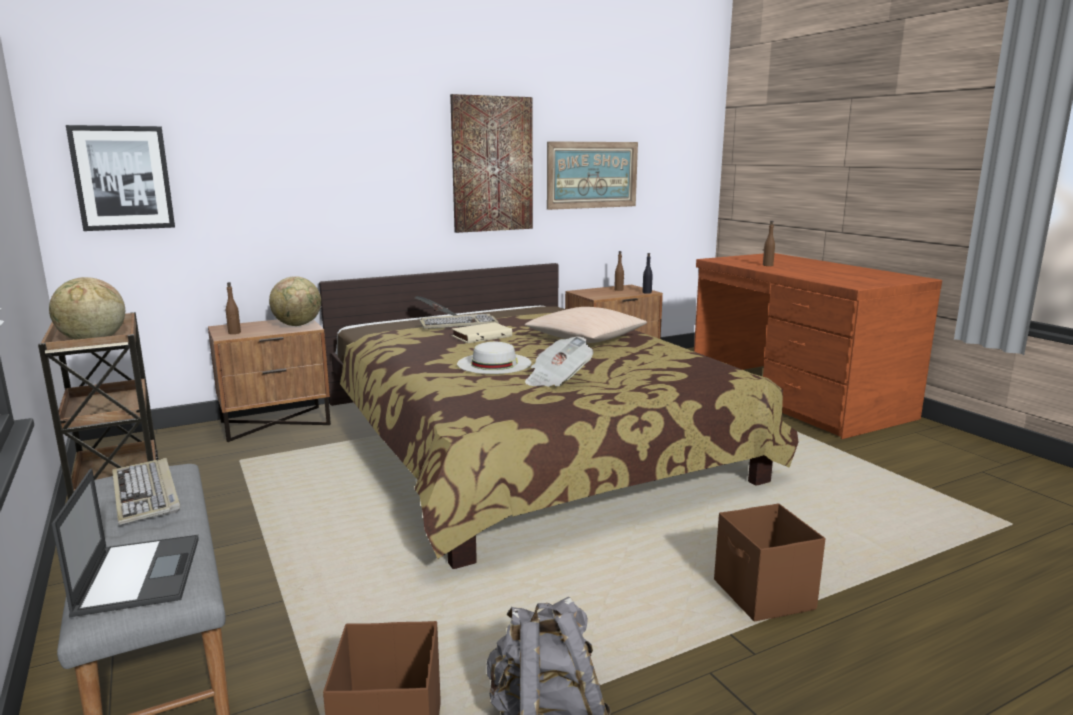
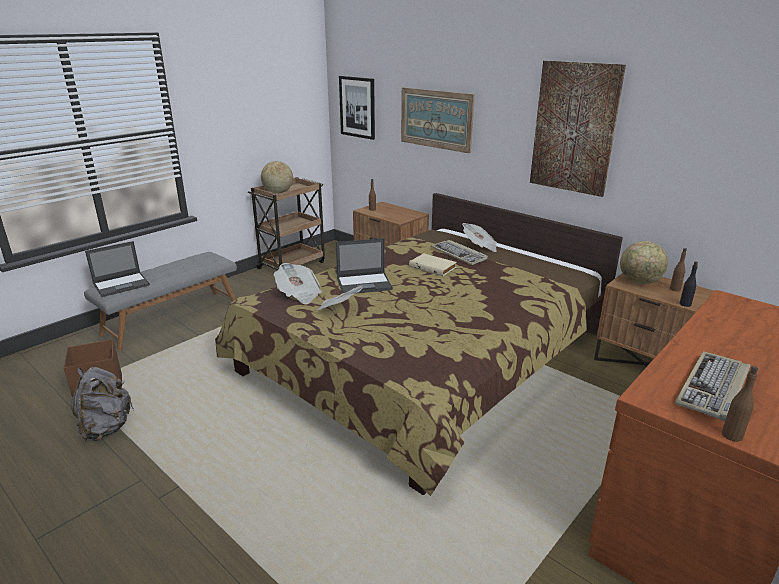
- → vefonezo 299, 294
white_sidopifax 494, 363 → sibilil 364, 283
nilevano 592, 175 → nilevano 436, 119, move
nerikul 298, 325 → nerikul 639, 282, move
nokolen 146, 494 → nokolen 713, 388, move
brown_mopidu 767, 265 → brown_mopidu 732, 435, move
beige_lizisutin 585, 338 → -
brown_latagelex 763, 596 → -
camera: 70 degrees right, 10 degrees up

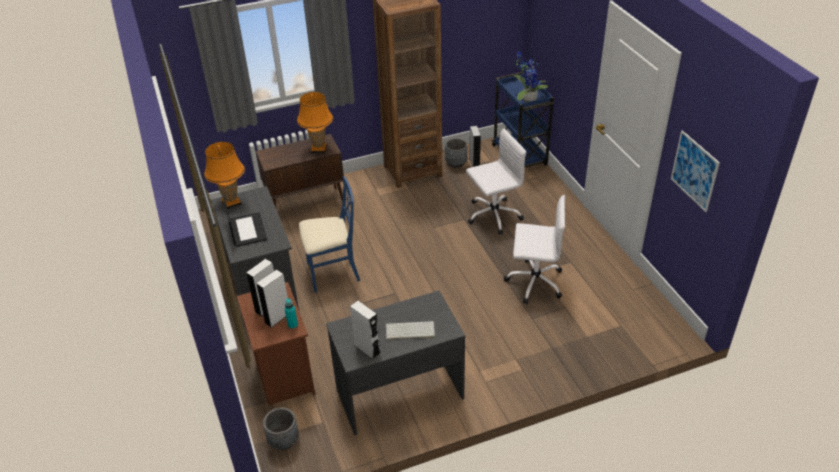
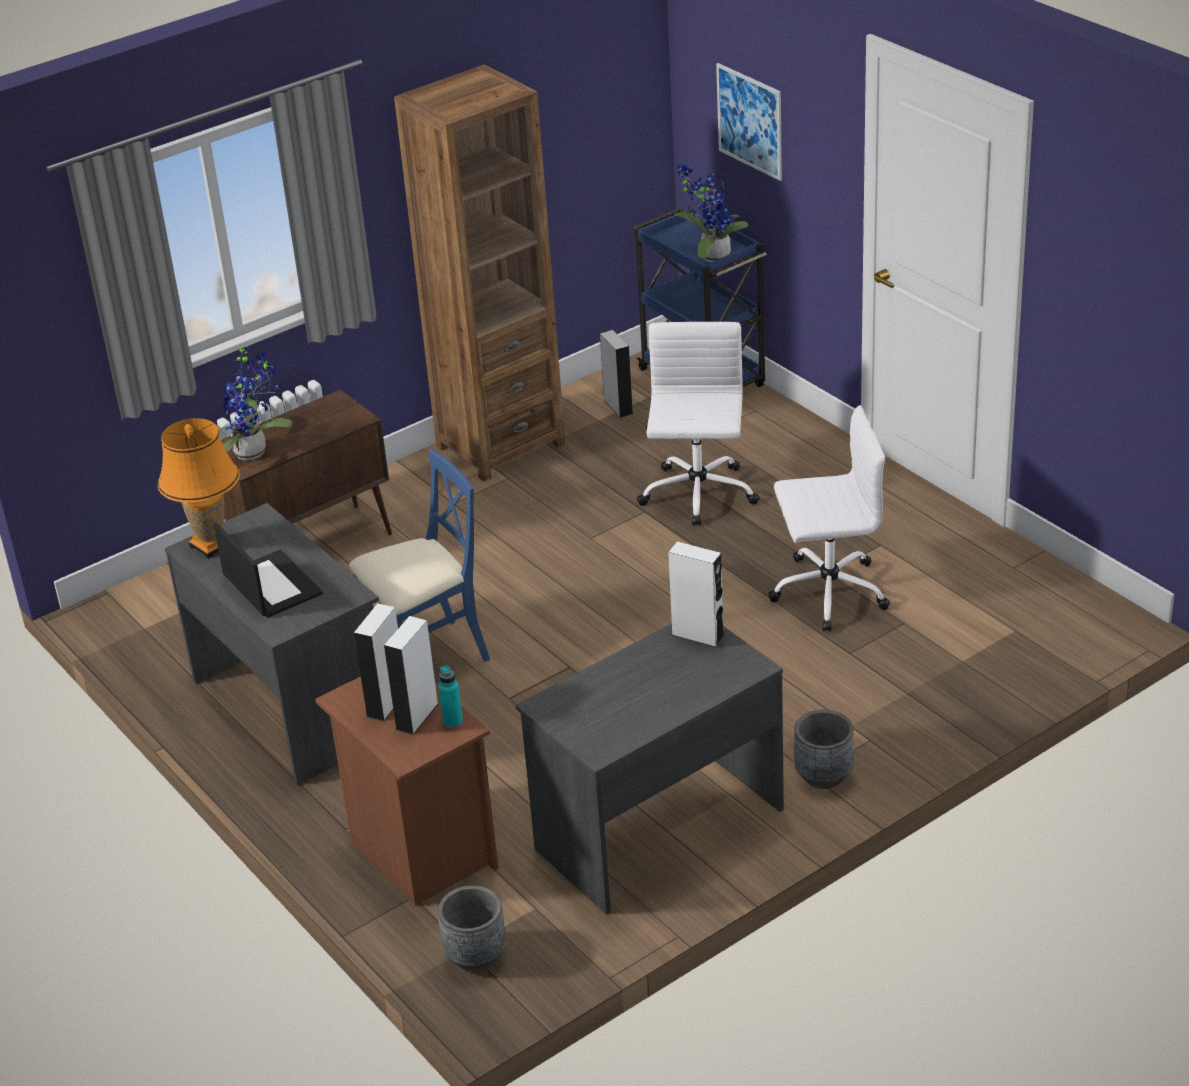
- → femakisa 255, 452
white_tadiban 492, 216 → white_tadiban 698, 495, 45 degrees counterclockwise
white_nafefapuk 367, 349 → white_nafefapuk 698, 635, move
nilevano 694, 171 → nilevano 749, 121, move
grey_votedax 456, 163 → grey_votedax 823, 775, move
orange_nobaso 318, 149 → -
nokolen 409, 331 → -
camera: 15 degrees left, 5 degrees down

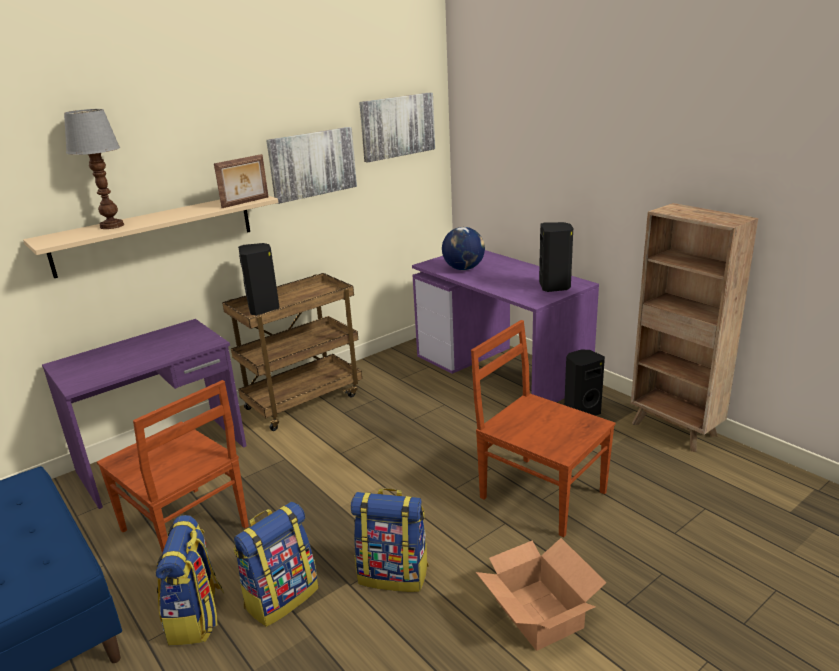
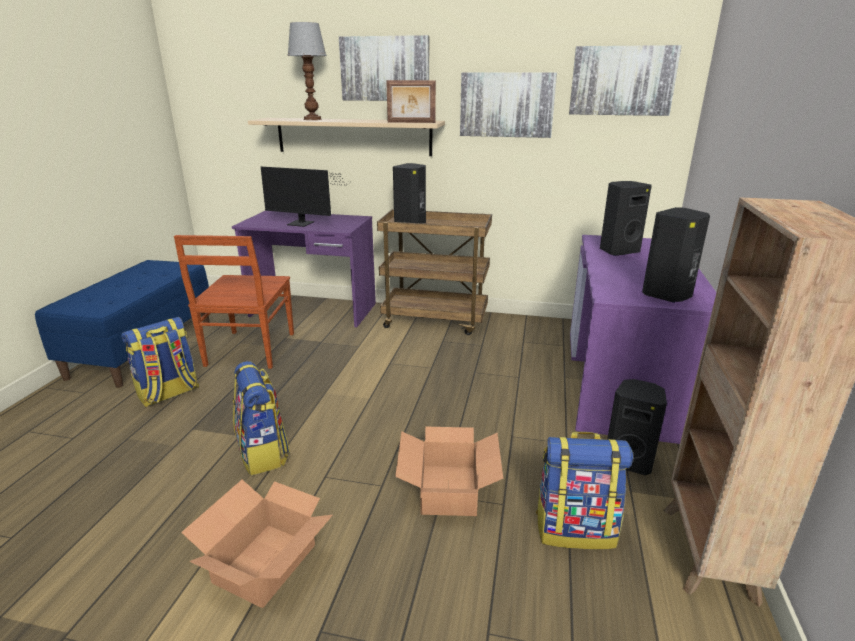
- → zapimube 303, 224
- → nilevano 385, 69
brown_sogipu 540, 493 → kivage 449, 489
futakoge 281, 597 → futakoge 575, 529, move
nerikul 463, 268 → black_nafefapuk 618, 251
camera: 50 degrees right, 0 degrees up

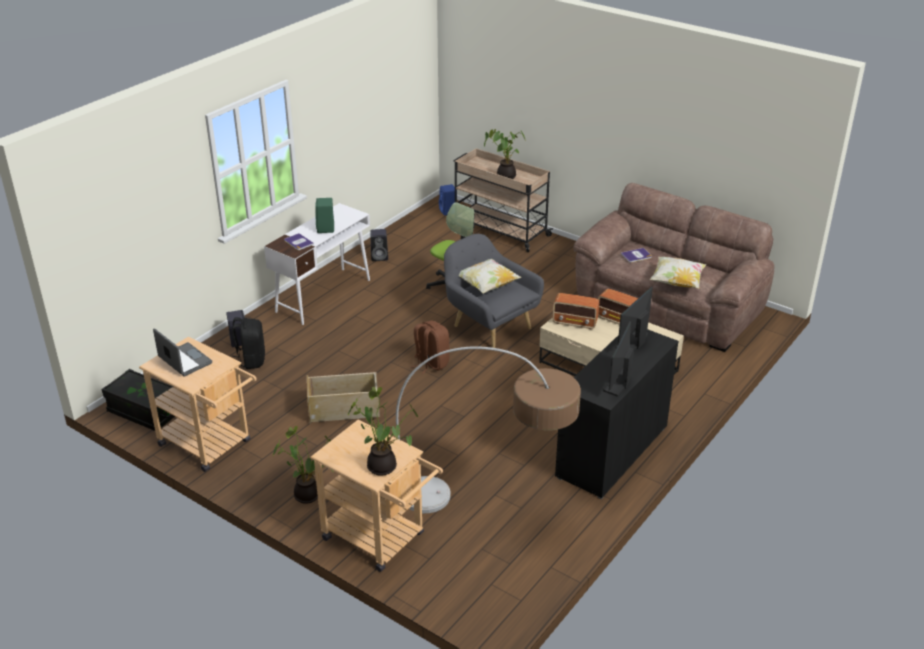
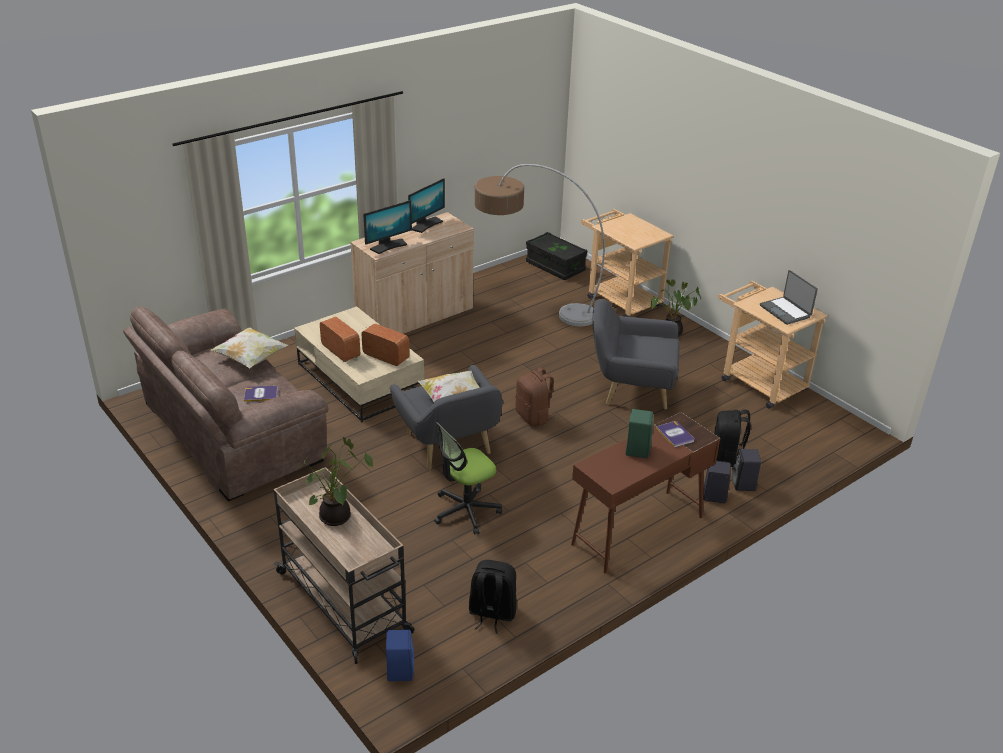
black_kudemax 612, 451 → beige_kudemax 415, 317
- → black_futakoge 491, 613
black_latagelex 145, 411 → black_latagelex 555, 266, move
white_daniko 324, 295 → brown_daniko 637, 531
beige_latagelex 344, 409 → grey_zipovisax 631, 389
black_nafefapuk 380, 257 → black_nafefapuk 713, 496, move
femakisa 384, 465 → -
camera: 165 degrees left, 0 degrees up

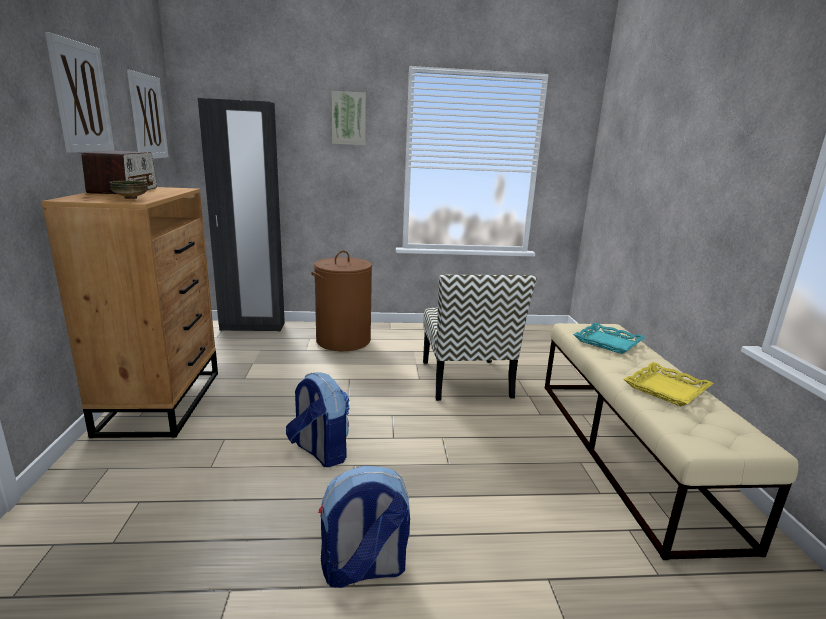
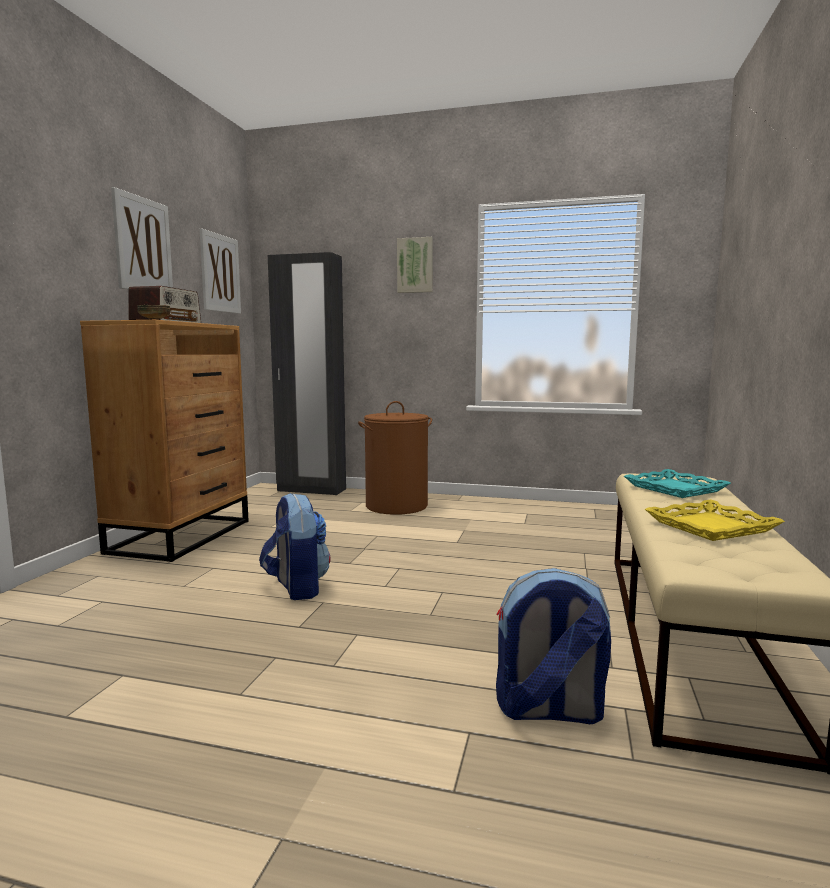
futakoge 363, 570 → futakoge 548, 710, move
sogipu 466, 380 → -
camera: 20 degrees right, 10 degrees down

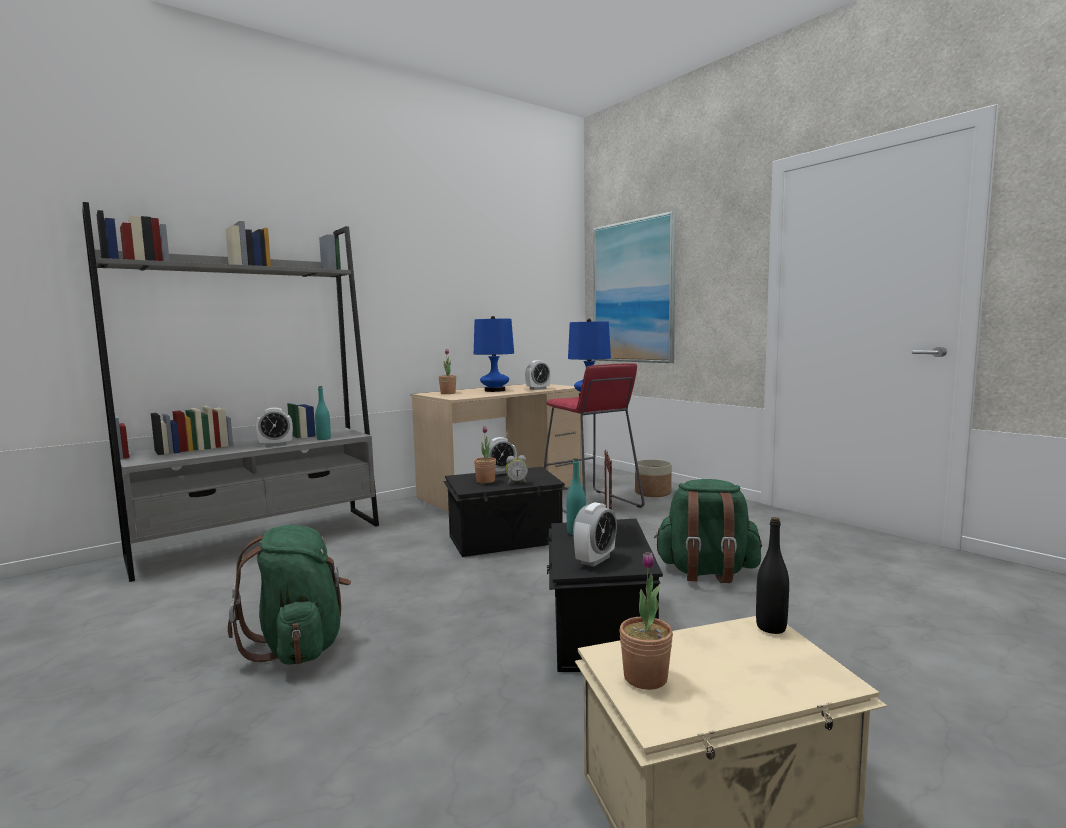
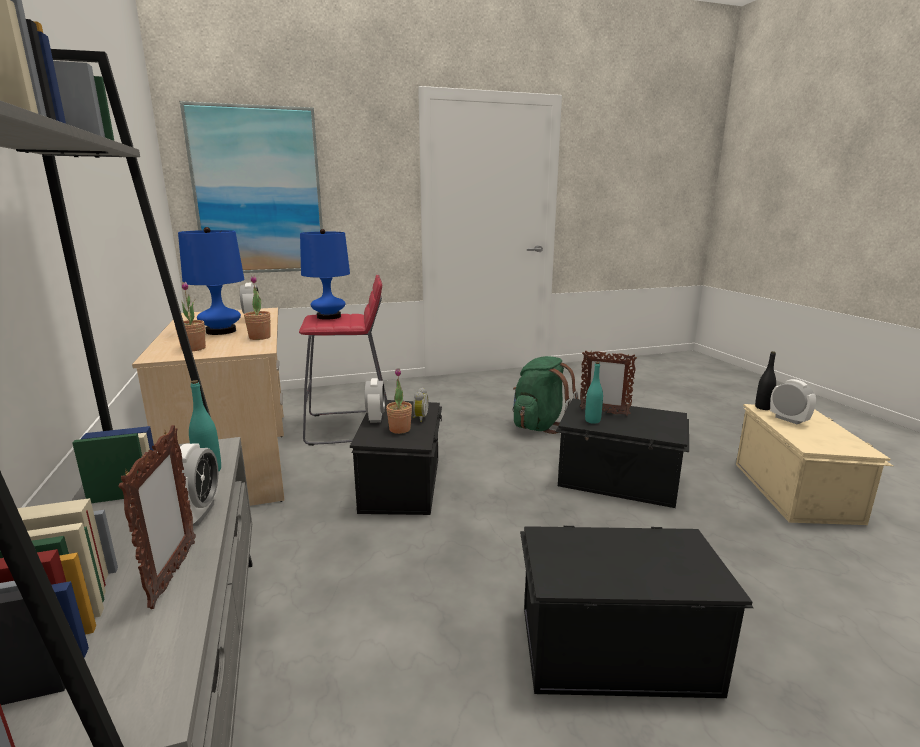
- → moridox 173, 574
femakisa 645, 677 → femakisa 259, 337, move
green_futakoge 299, 646 → black_latagelex 613, 647
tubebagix 595, 560 → tubebagix 788, 419, move
votedax 653, 493 → -
camera: 70 degrees left, 10 degrees up

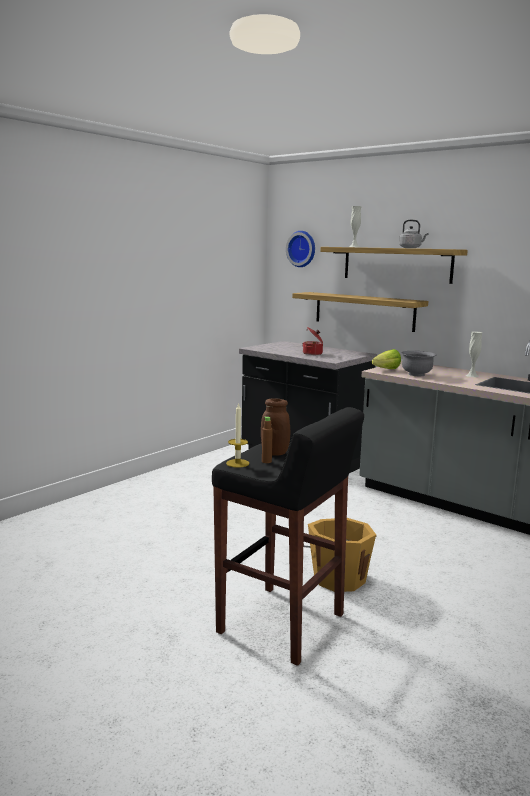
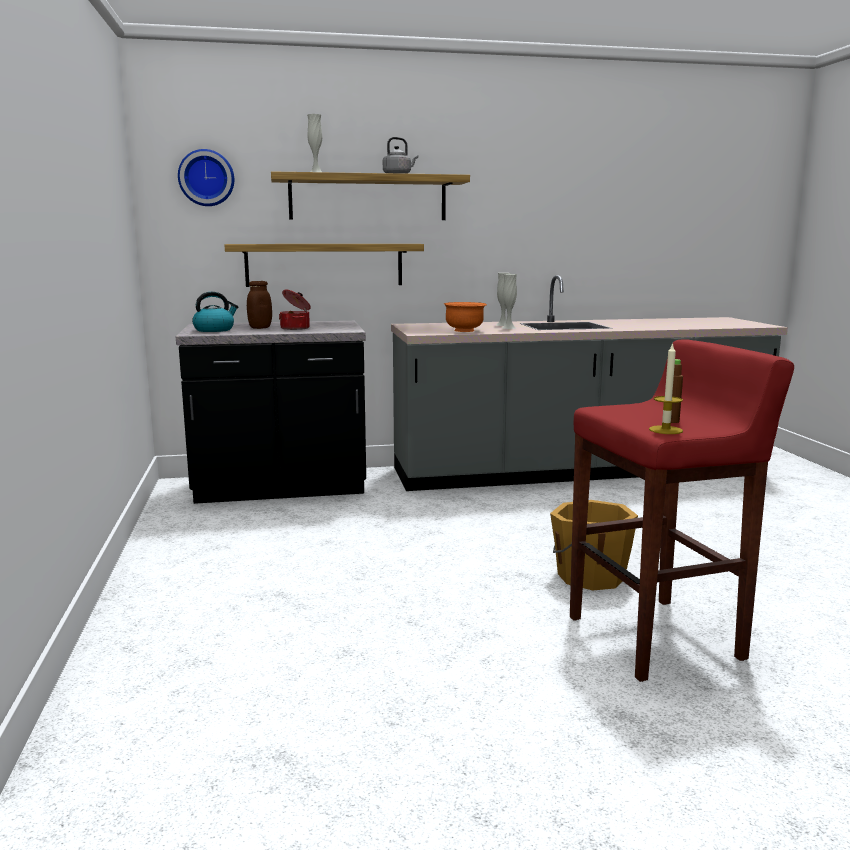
- → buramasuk 214, 330
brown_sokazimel 274, 453 → brown_sokazimel 260, 328, move
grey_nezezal 416, 374 → orange_nezezal 464, 331
- → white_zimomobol 508, 328
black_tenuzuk 283, 624 → red_tenuzuk 657, 638
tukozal 383, 370 → -
camera: 50 degrees left, 0 degrees up

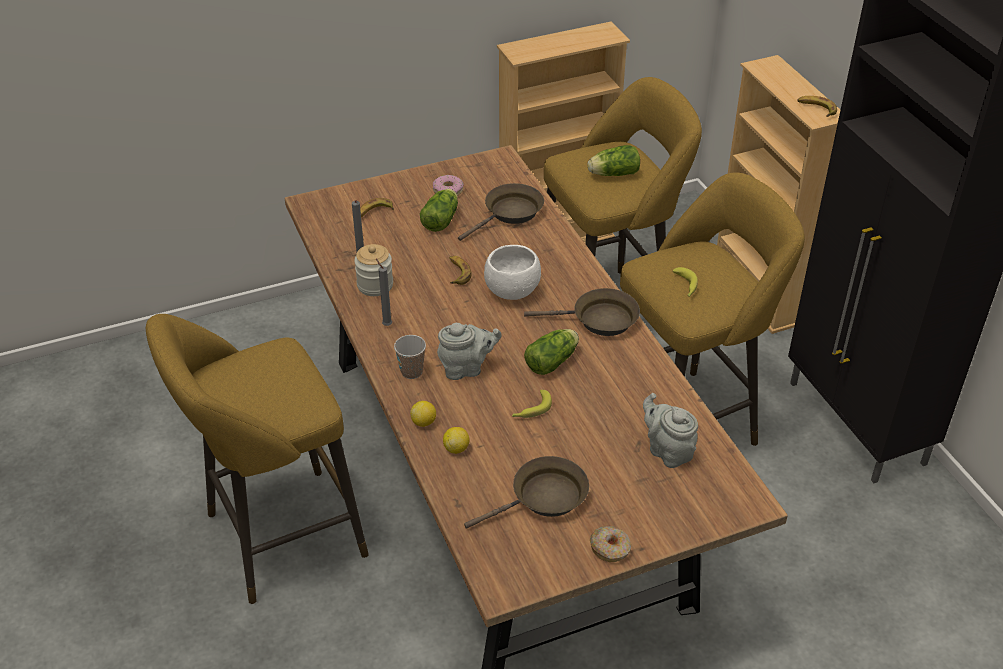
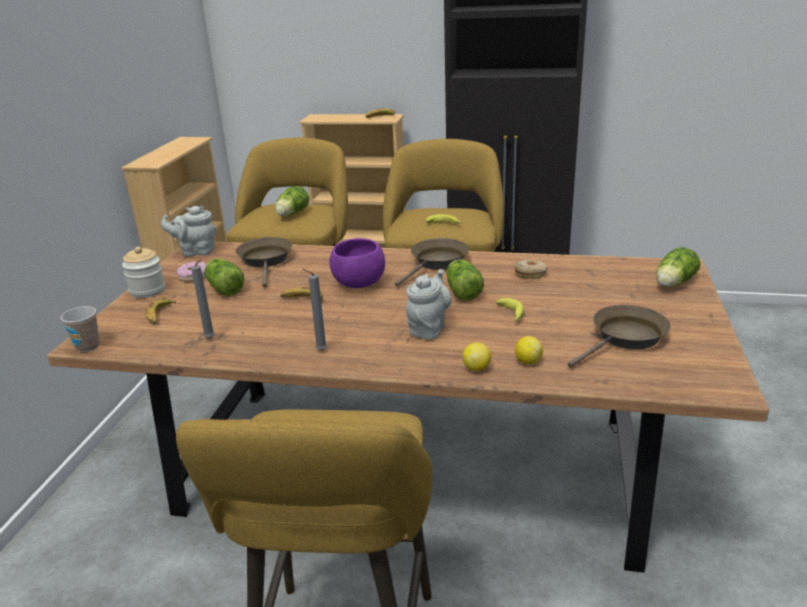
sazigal 411, 372 → sazigal 88, 346, move
sokazimel 375, 285 → sokazimel 147, 291, move
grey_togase 667, 451 → grey_togase 196, 251, move
white_nezezal 512, 291 → purple_nezezal 358, 284
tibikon 610, 548 → tibikon 530, 274, move
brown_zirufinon 544, 498 → brown_zirufinon 625, 338, 45 degrees clockwise
- → tukozal 673, 283
camera: 55 degrees left, 15 degrees down

